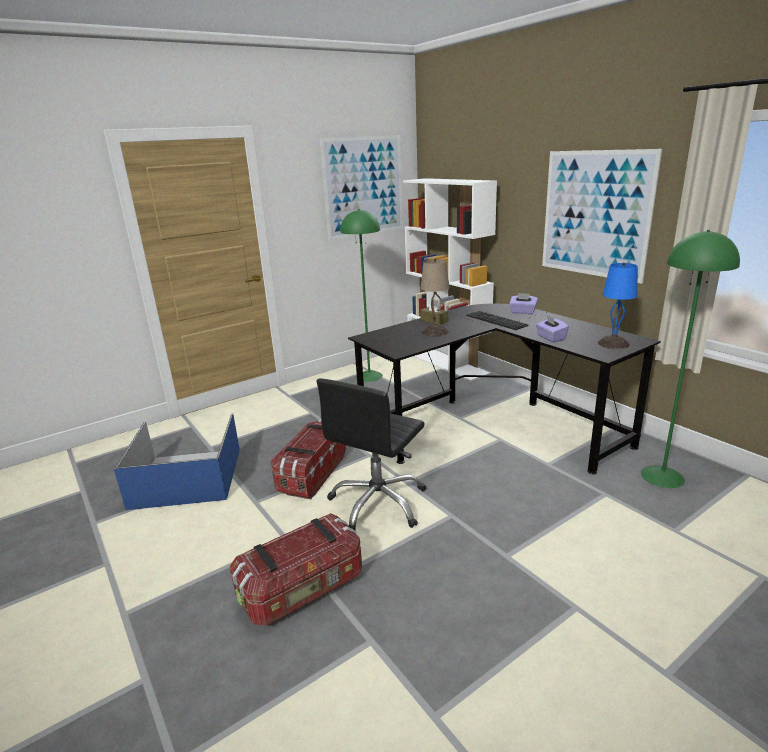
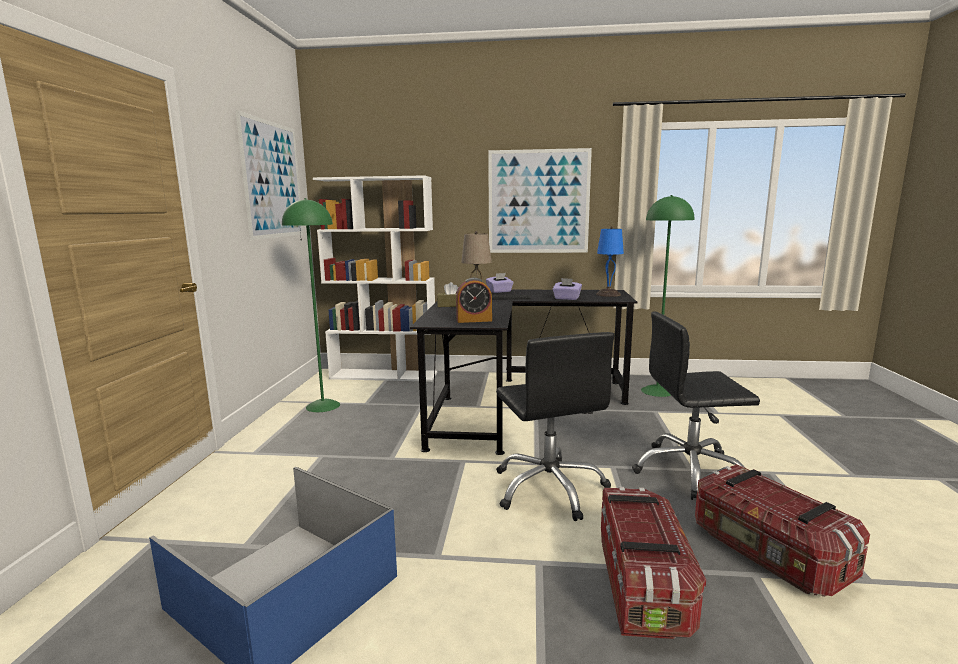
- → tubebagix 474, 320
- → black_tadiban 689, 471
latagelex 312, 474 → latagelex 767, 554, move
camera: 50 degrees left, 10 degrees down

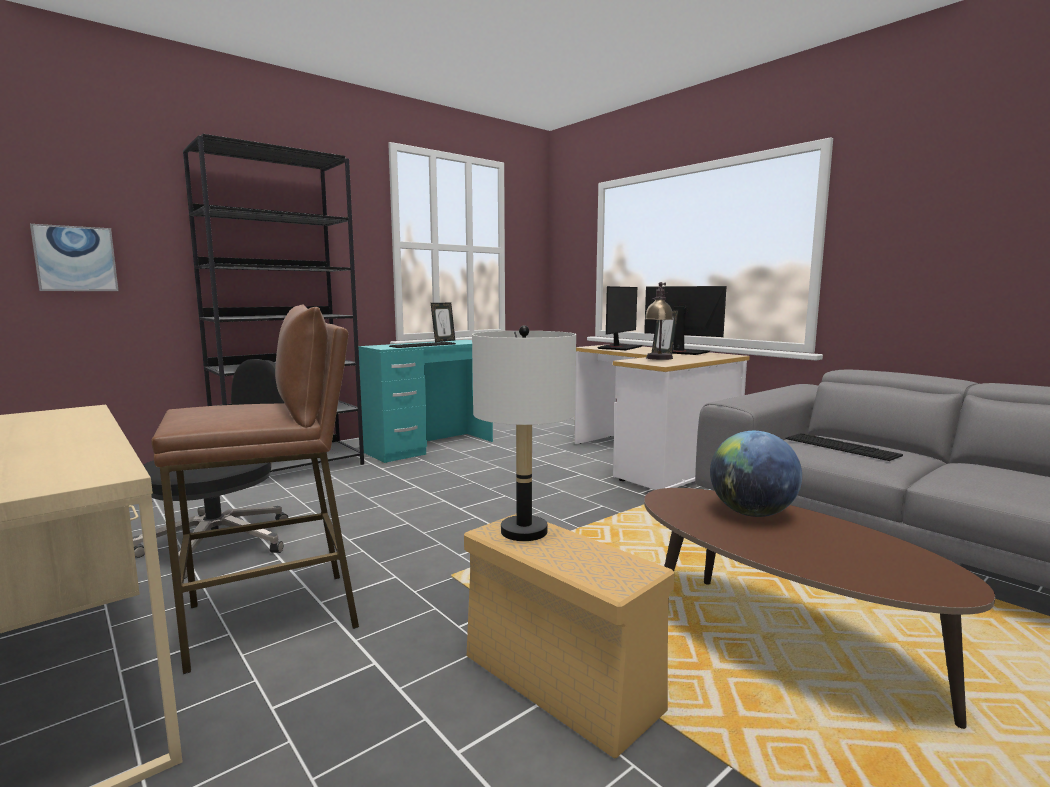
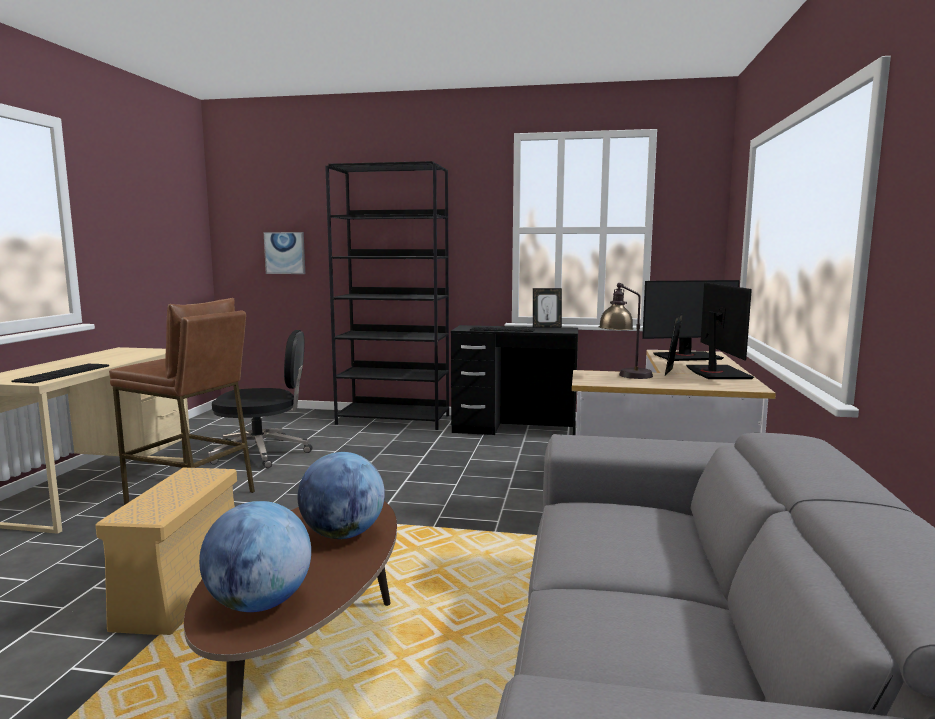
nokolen 840, 447 → nokolen 63, 373, move
- → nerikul 259, 603
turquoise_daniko 430, 446 → black_daniko 514, 429
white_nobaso 524, 531 → -
camera: 50 degrees right, 0 degrees up

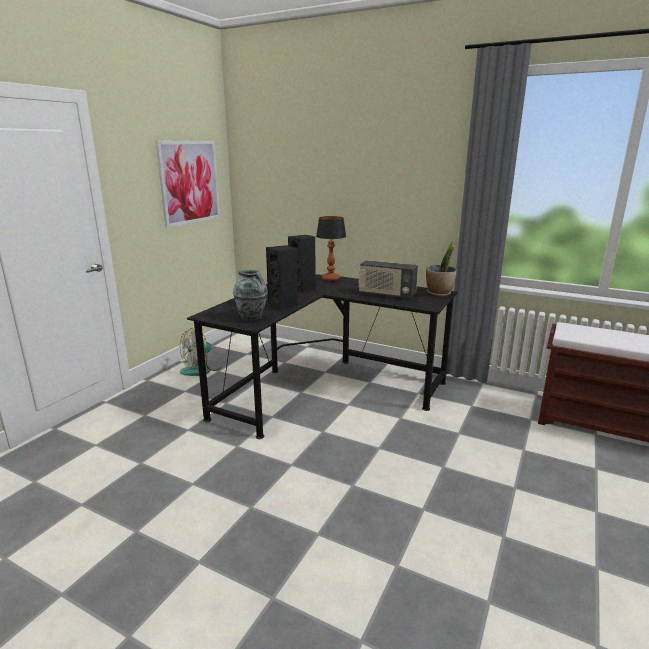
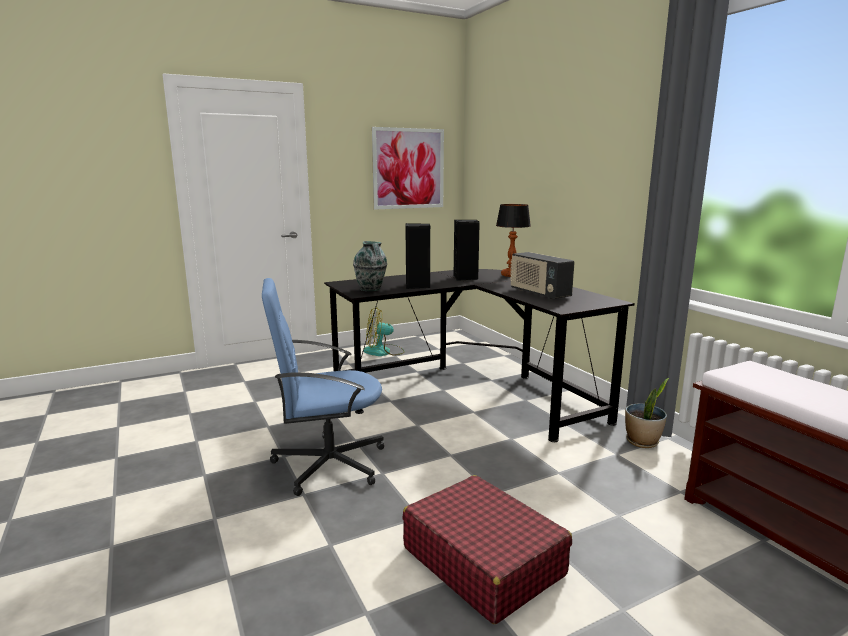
- → blue_tadiban 327, 464
- → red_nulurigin 482, 560
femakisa 439, 293 → femakisa 642, 442, move
camera: 35 degrees right, 5 degrees down

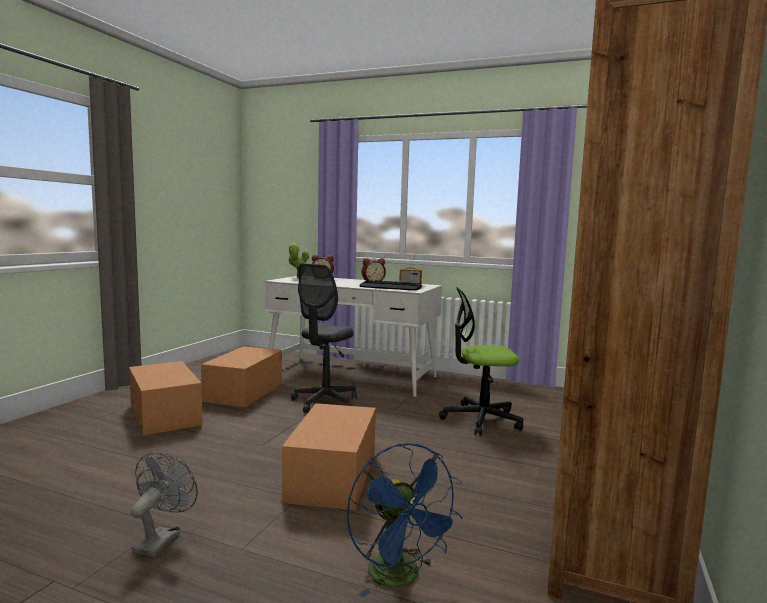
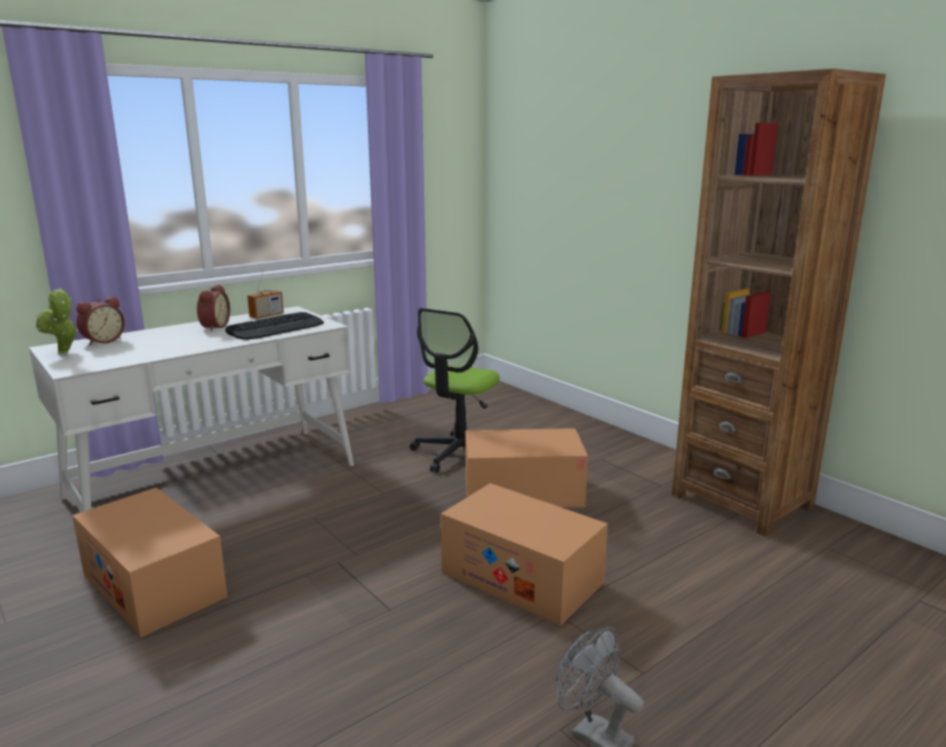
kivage 165, 415 → kivage 523, 492, move
grey_tadiban 325, 402 → -
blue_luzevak 401, 578 → -
camera: 60 degrees left, 10 degrees up

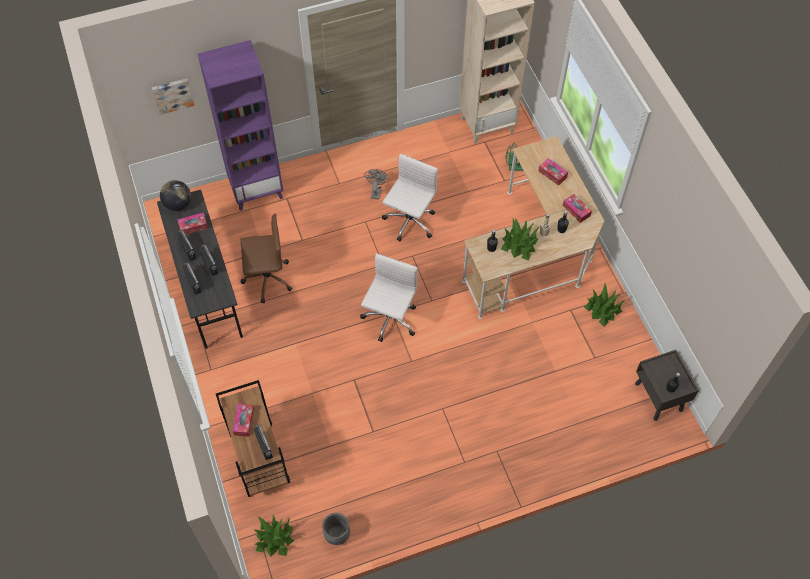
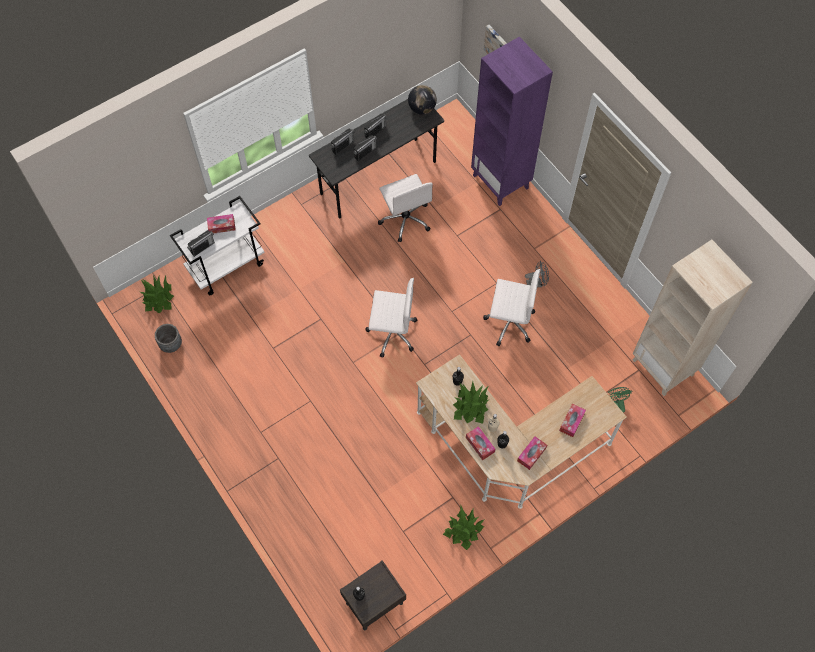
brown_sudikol 259, 458 → white_sudikol 227, 266
brown_tadiban 267, 279 → white_tadiban 405, 219
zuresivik 193, 226 → zuresivik 480, 444, move
camera: 75 degrees right, 5 degrees up

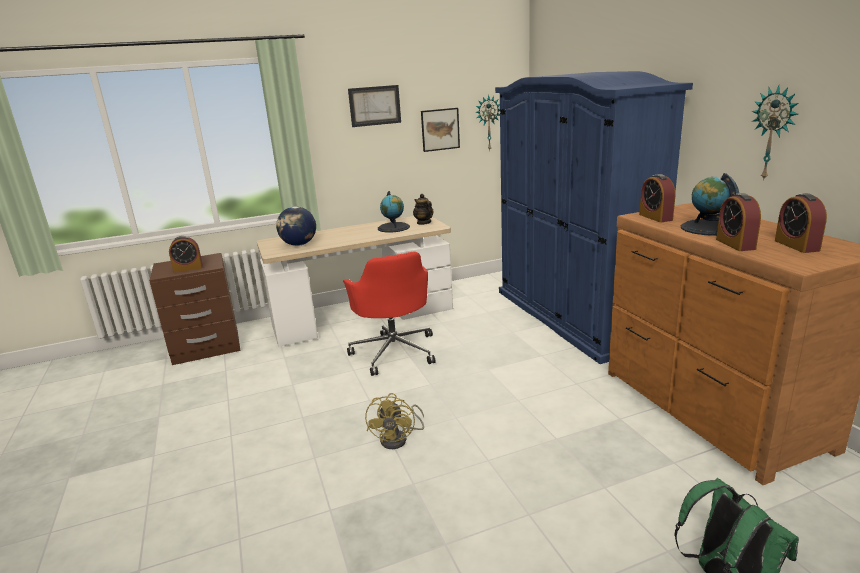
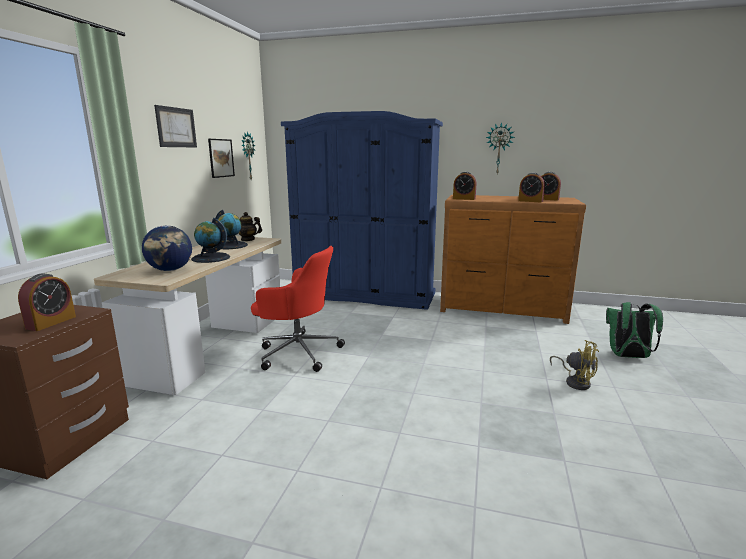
nerikul 707, 228 → nerikul 211, 258, move
yellow_luzevak 399, 439 → yellow_luzevak 575, 382, move
camera: 55 degrees left, 5 degrees down

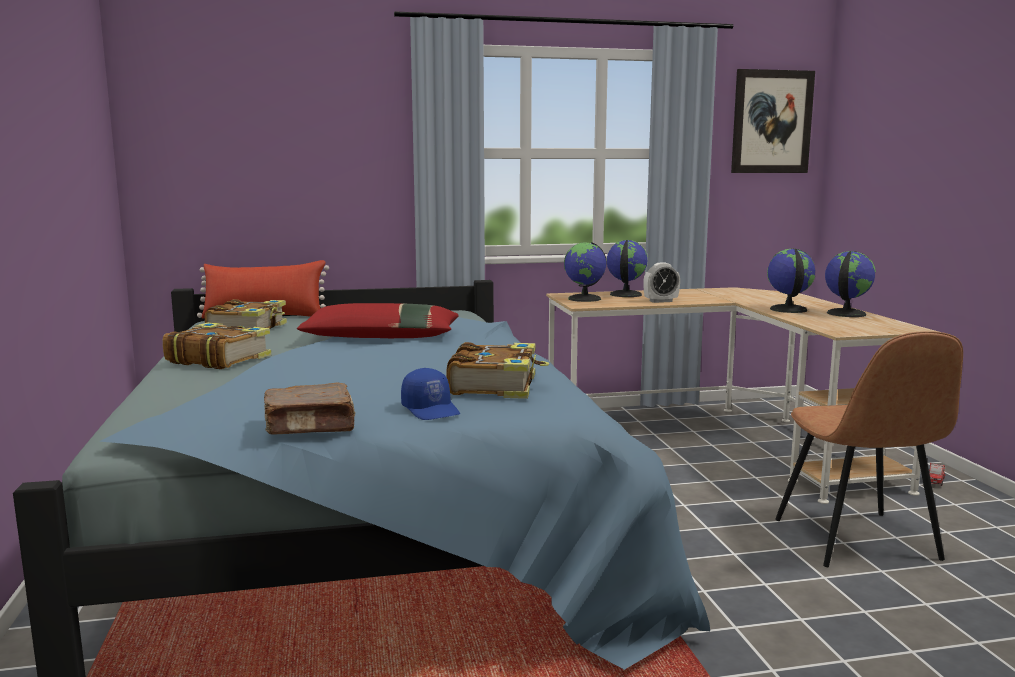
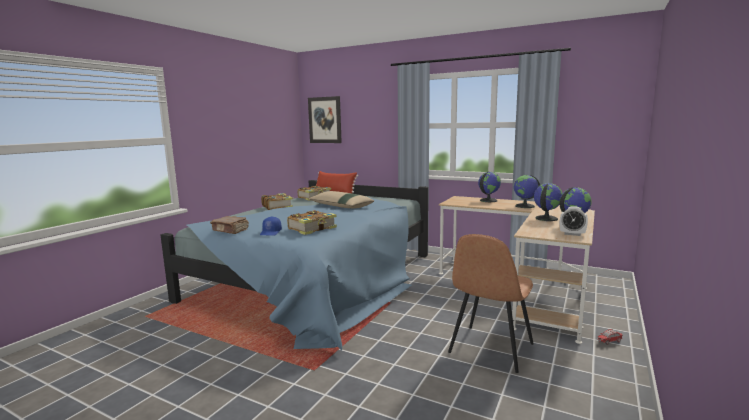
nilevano 771, 122 → nilevano 325, 120, move
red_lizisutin 381, 337 → beige_lizisutin 340, 206
nerikul 585, 299 → nerikul 525, 206, move
tubebagix 661, 301 → tubebagix 572, 234, move
camera: 40 degrees right, 0 degrees up

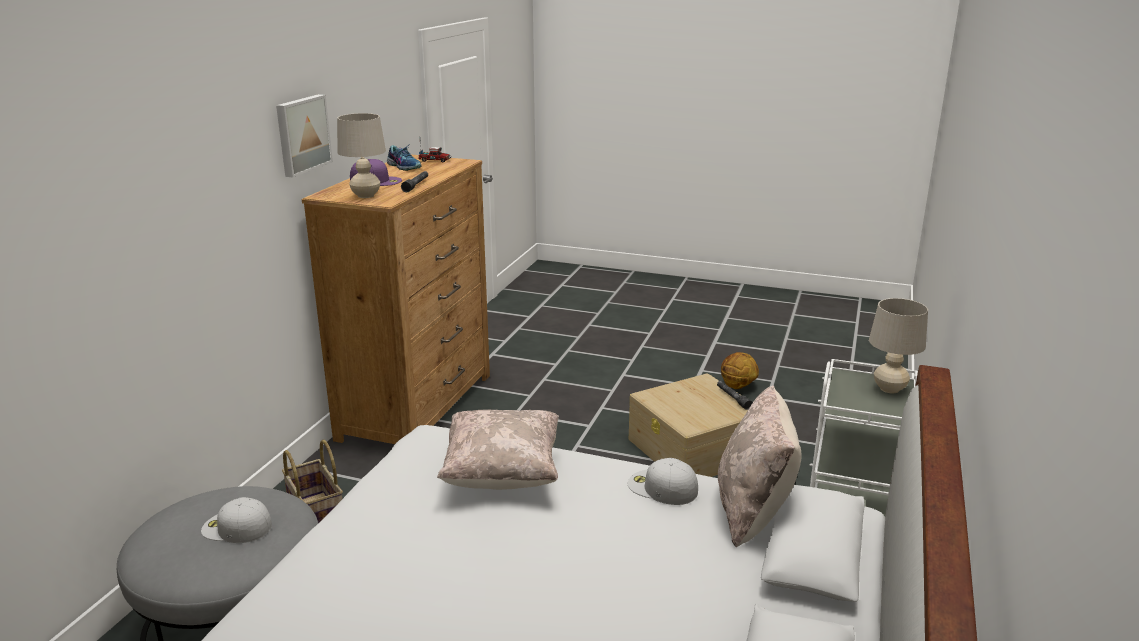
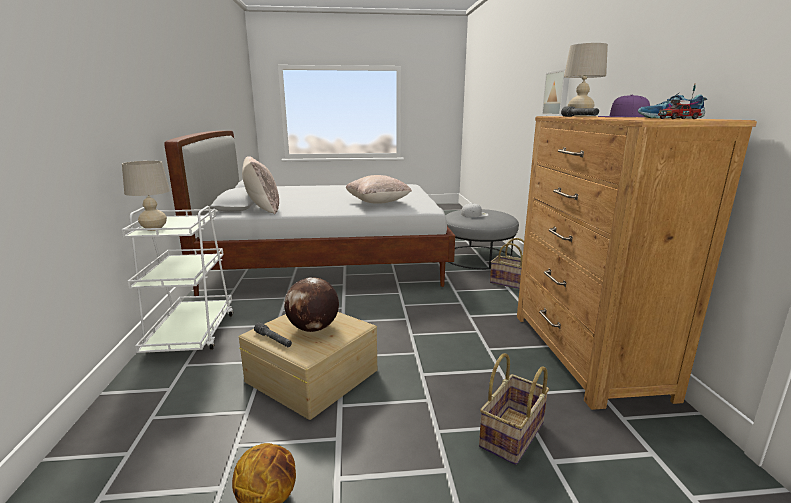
- → nerikul 313, 328
- → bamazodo 513, 435
nilevano 302, 134 → nilevano 557, 93, move
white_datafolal 661, 487 → -
camera: 155 degrees right, 5 degrees down

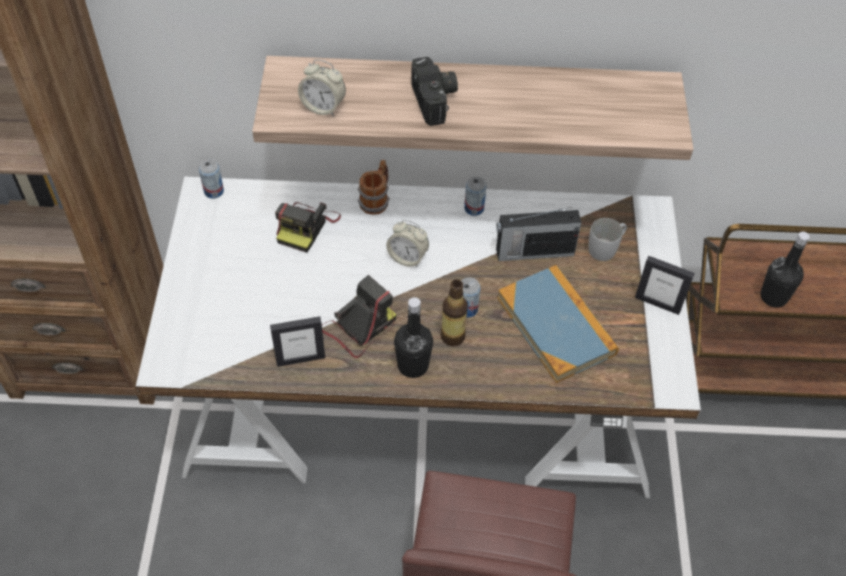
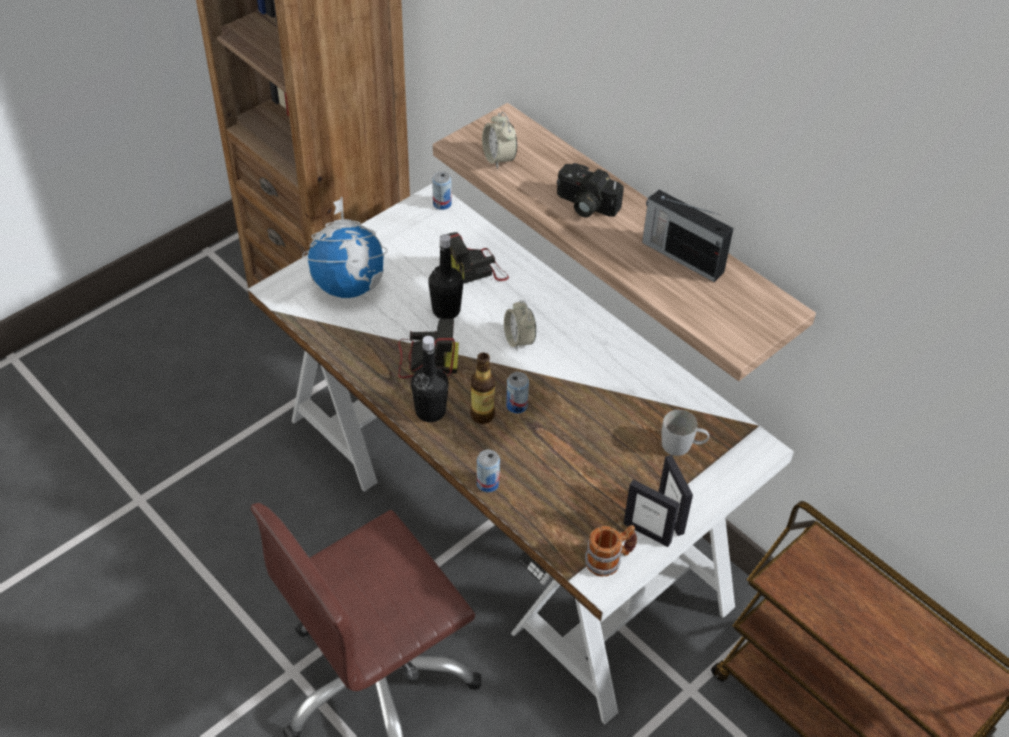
- → nerikul 349, 285
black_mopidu 773, 297 → black_mopidu 446, 310, move
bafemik 474, 208 → bafemik 487, 483, move
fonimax 436, 100 → fonimax 584, 205, 90 degrees clockwise
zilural 376, 199 → zilural 609, 560, move
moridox 300, 359 → moridox 647, 532, move
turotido 533, 252 → turotido 681, 256, move
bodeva 556, 326 → -
camera: 45 degrees right, 5 degrees down

